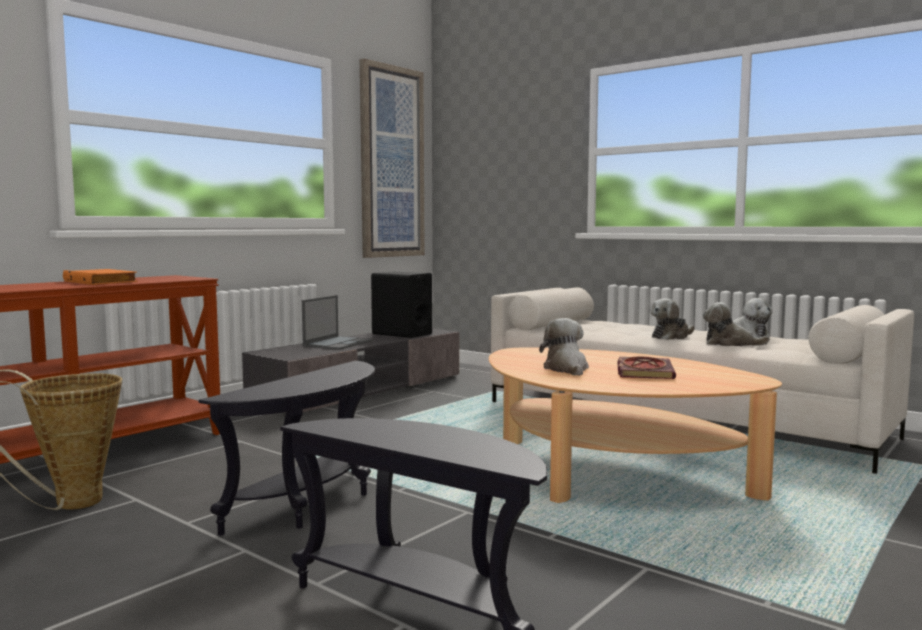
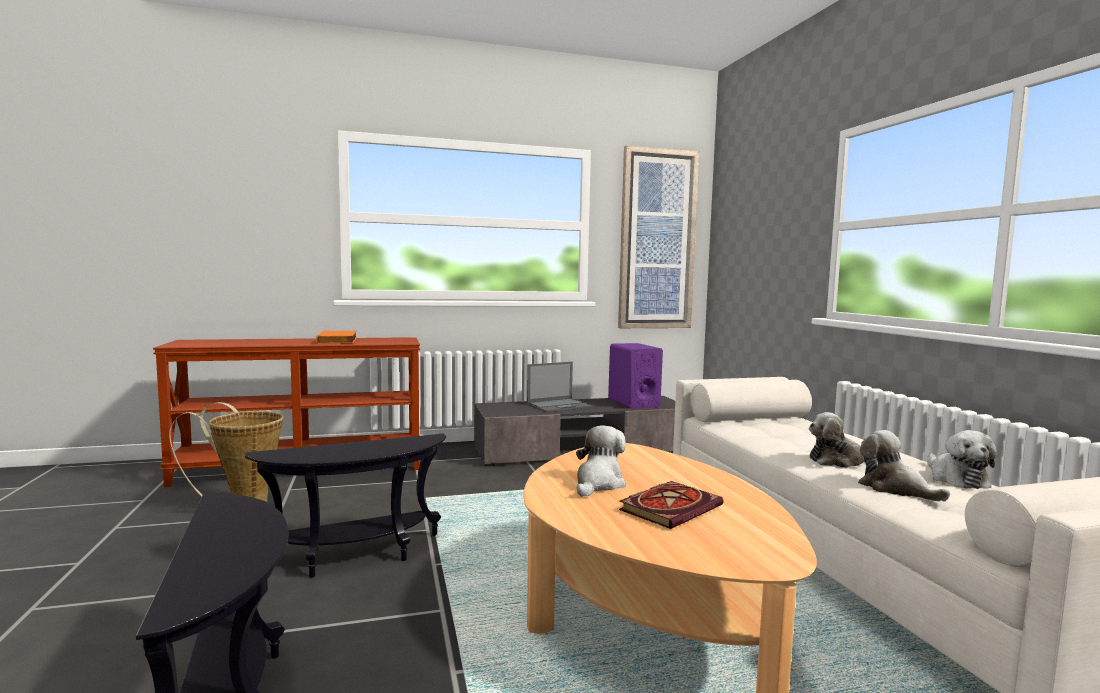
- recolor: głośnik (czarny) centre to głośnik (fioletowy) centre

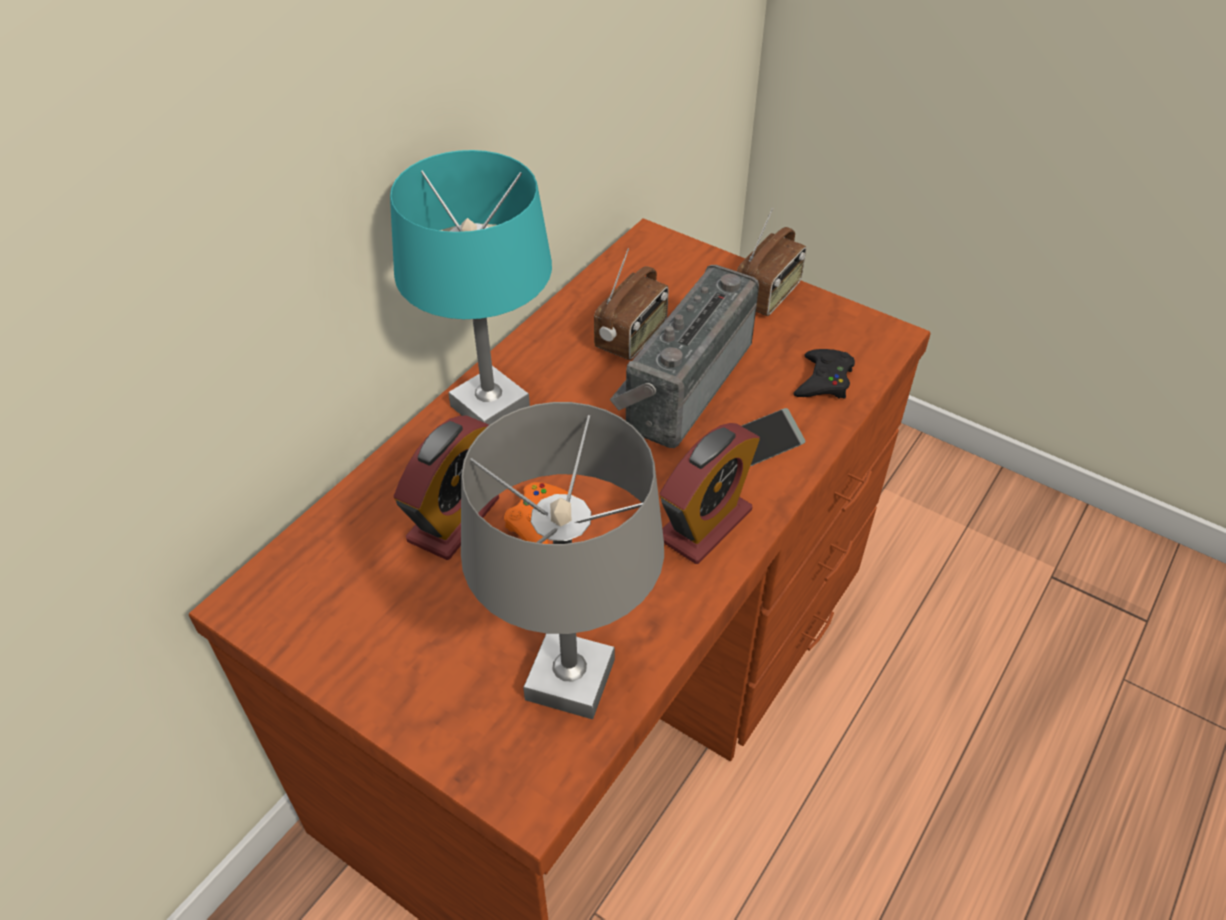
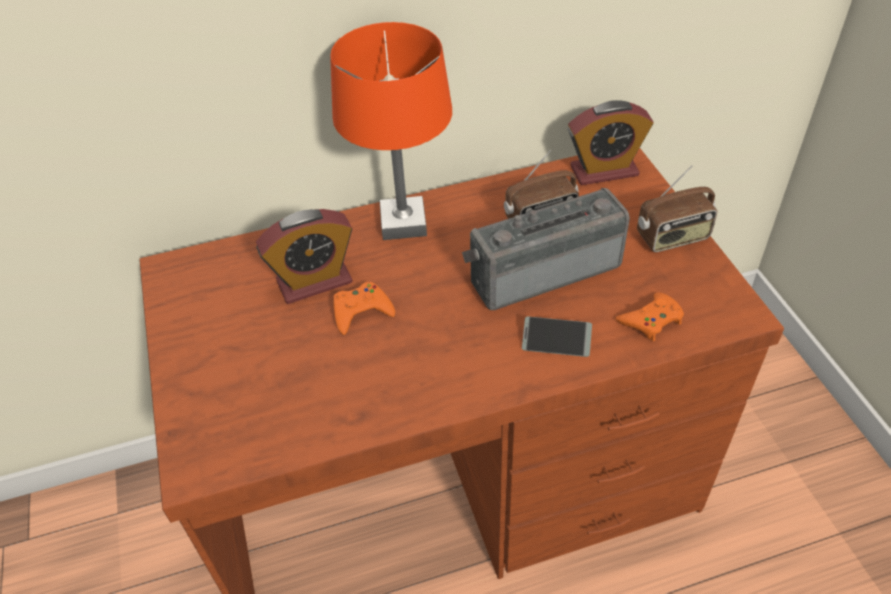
- recolor: lampa stołowa (turkusowy) top centre to lampa stołowa (pomarańczowy) top centre
- recolor: pad do gier (czarny) middle right to pad do gier (pomarańczowy) (2nd from left) middle right
- delete: lampa stołowa (szary) centre
- move: budzik (2nd from left) centre to top right

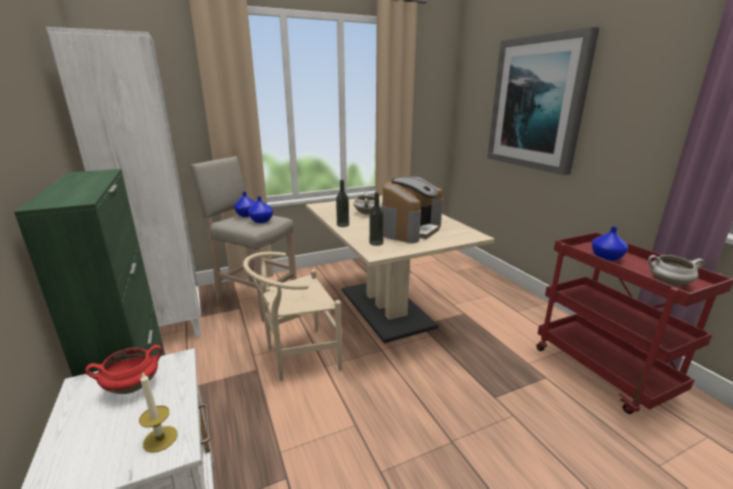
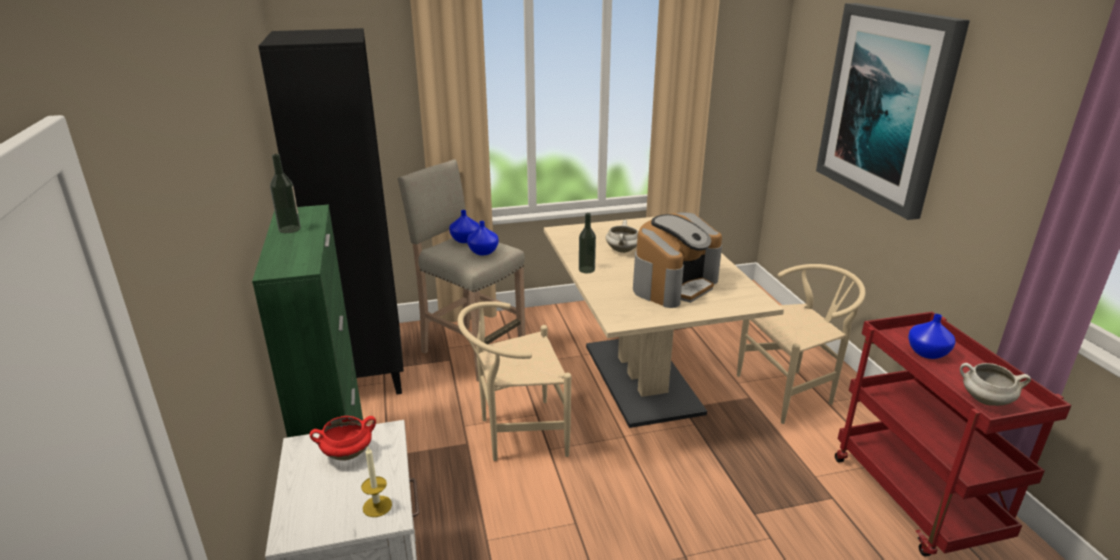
- recolor: regał (biały) middle left to regał (czarny) middle left
- move: butelka (2nd from left in the first image) centre to butelka (1st from left) middle left
- insert: krzesło (beżowy) (2nd from left) middle right

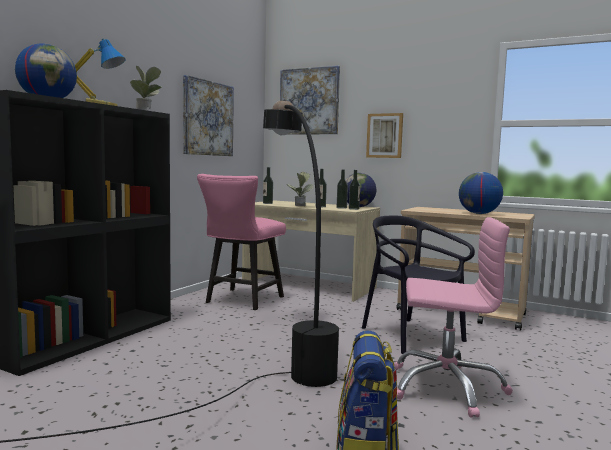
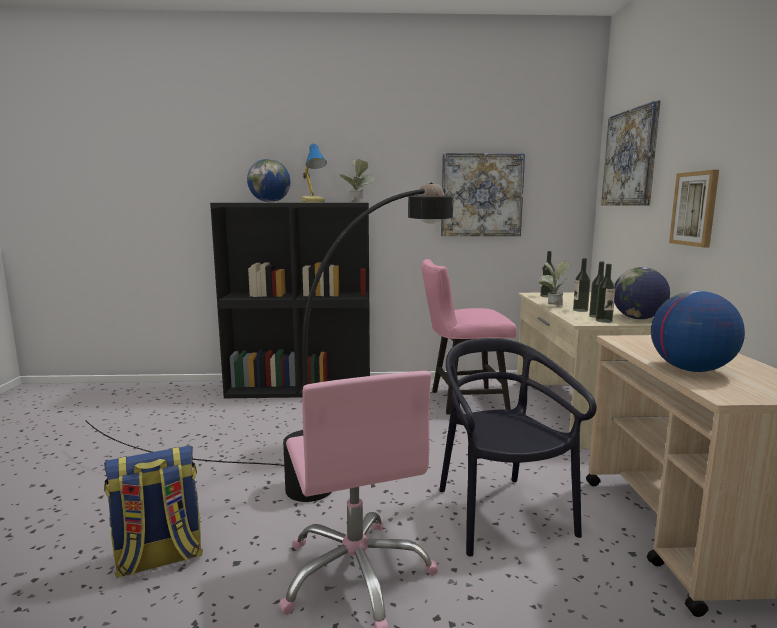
- rotate: krzesło (czarny) middle right = bottom right 45 degrees counterclockwise

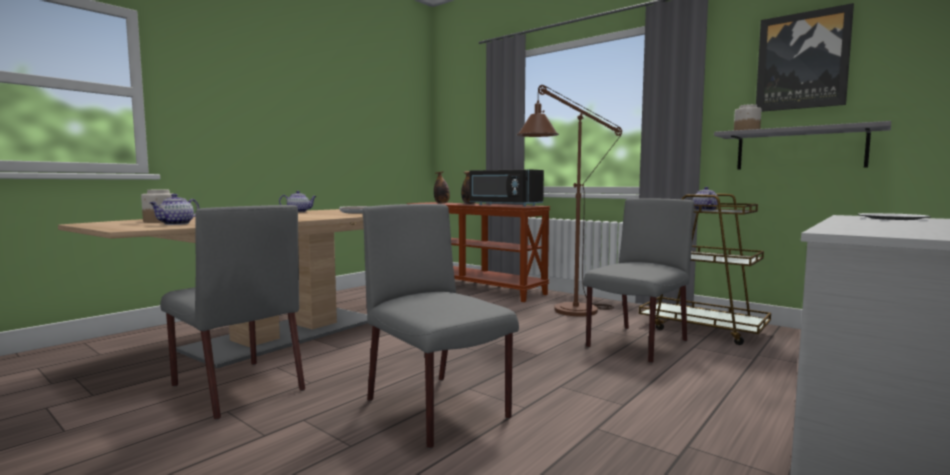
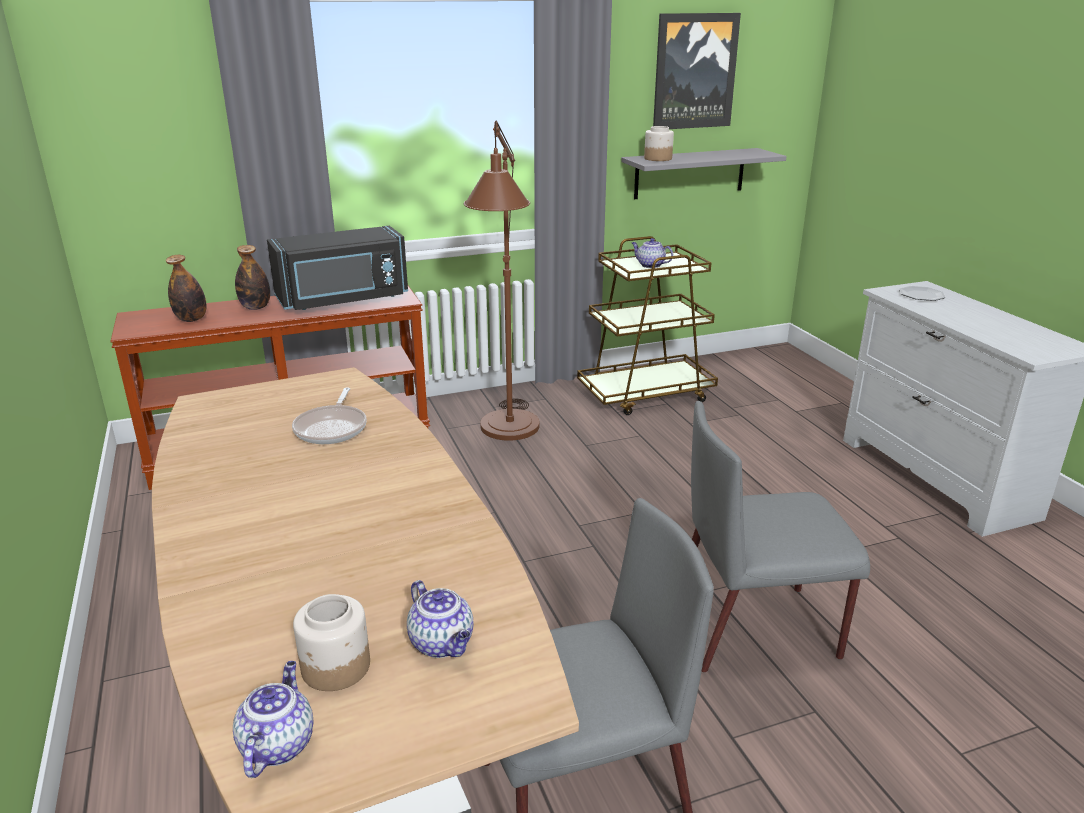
- move: imbryk (2nd from left in the first image) middle left to imbryk (1st from left) bottom left
- delete: krzesło (szary) (3rd from left) middle right

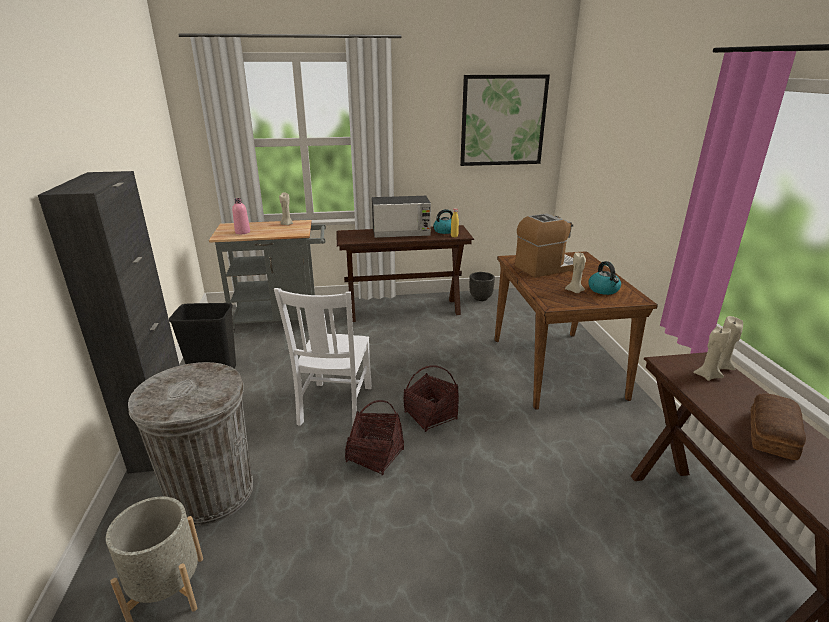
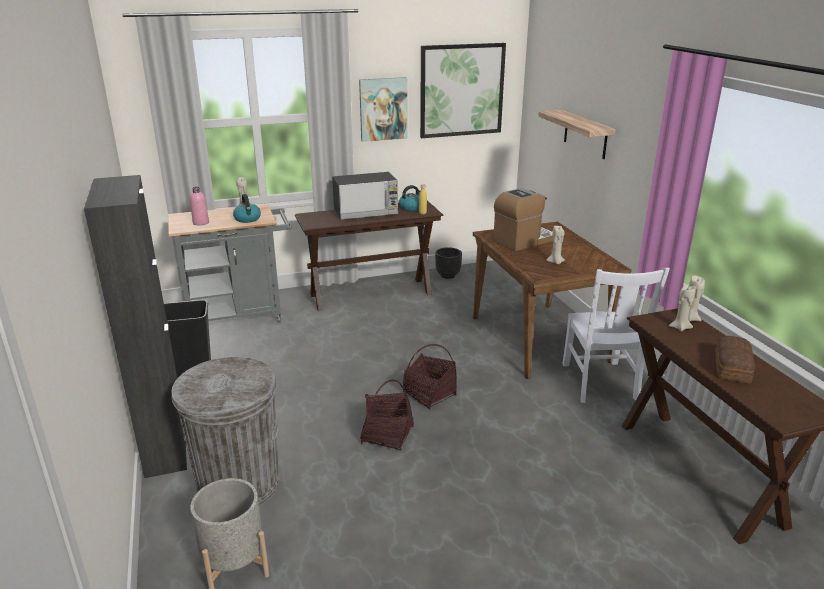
- move: czajnik (2nd from left in the first image) middle right to czajnik (1st from left) middle left
- move: krzesło (biały) centre to middle right
- insert: obraz (1st from left) top centre
- insert: półka top right

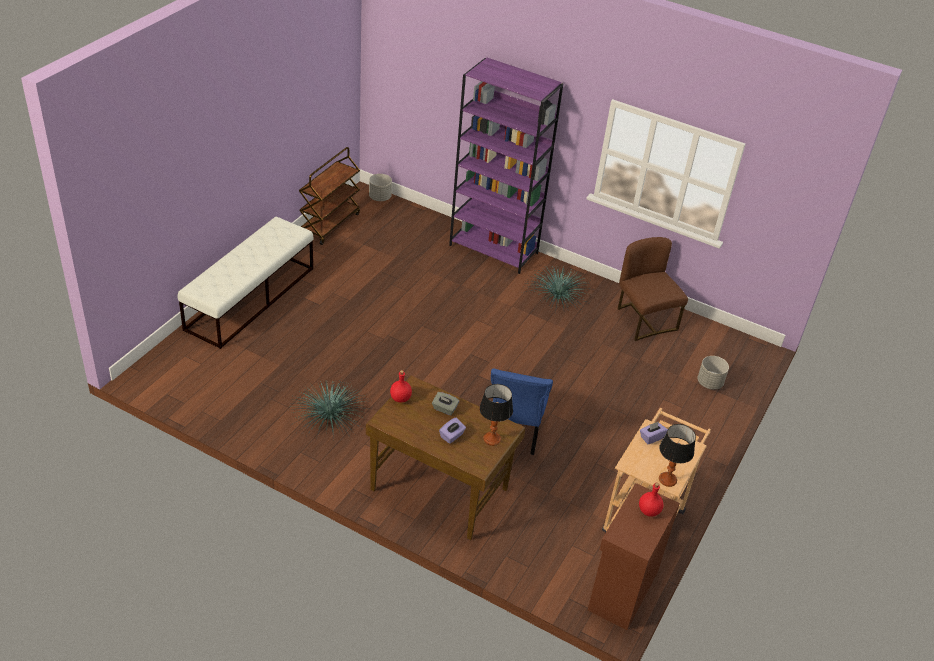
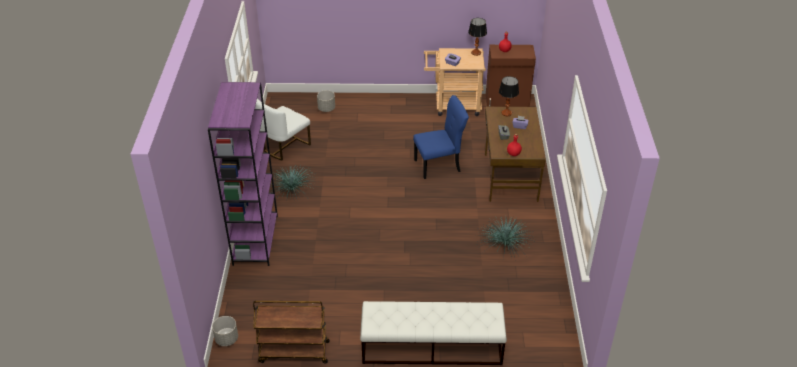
- recolor: krzesło (brązowy) middle right to krzesło (biały) centre

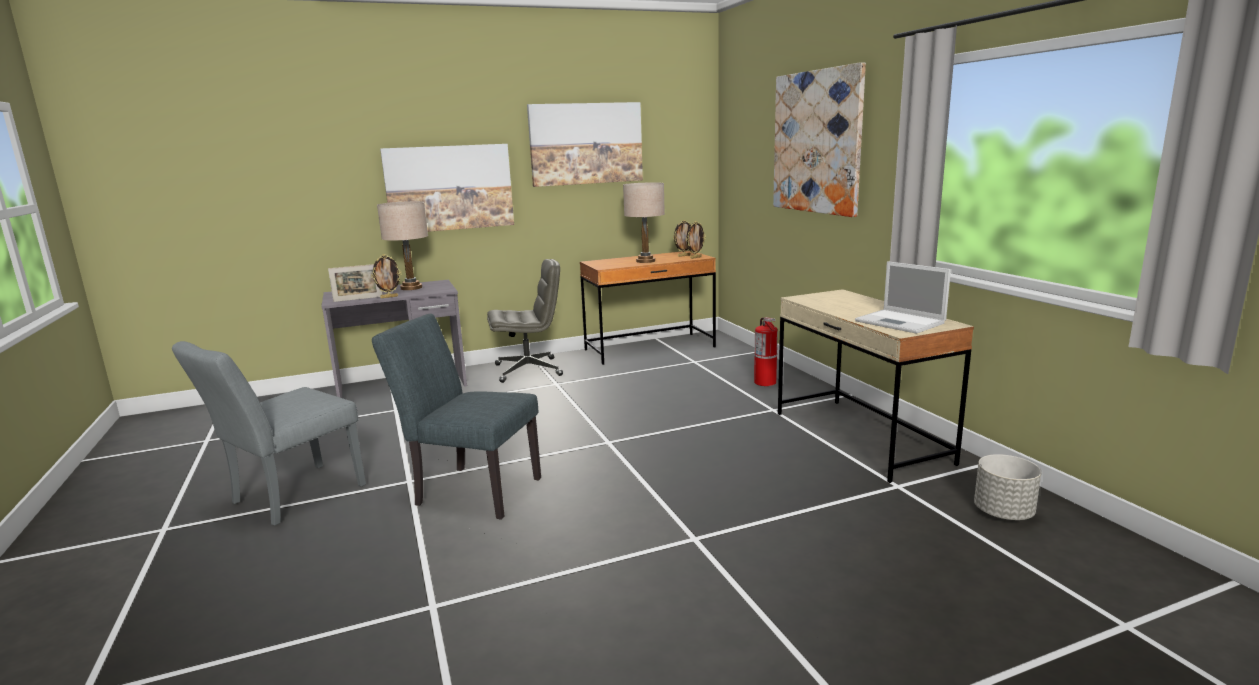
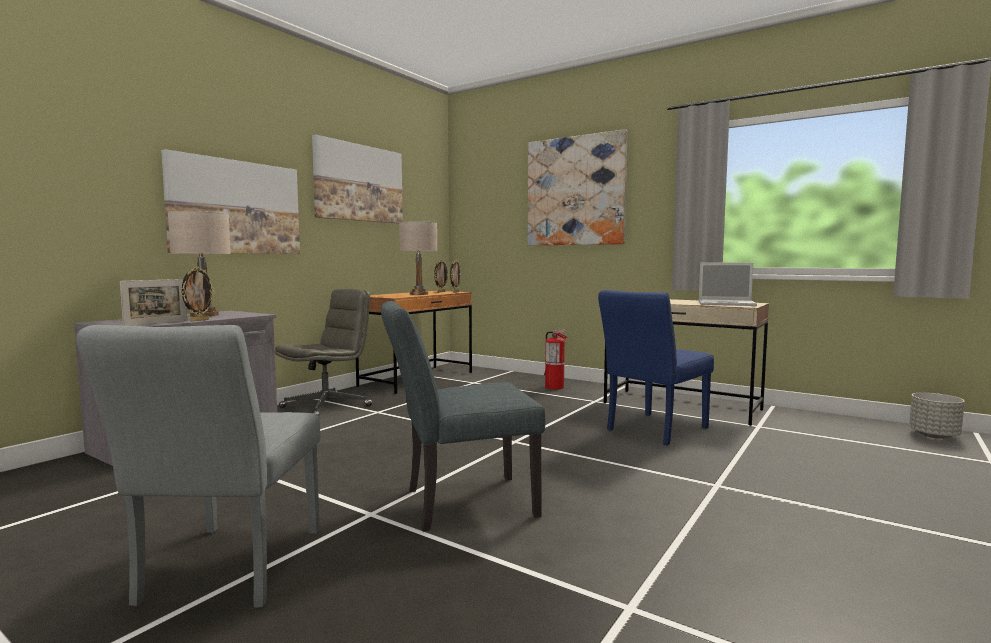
- move: donica (szary) bottom right to middle right
- insert: krzesło (niebieski) centre

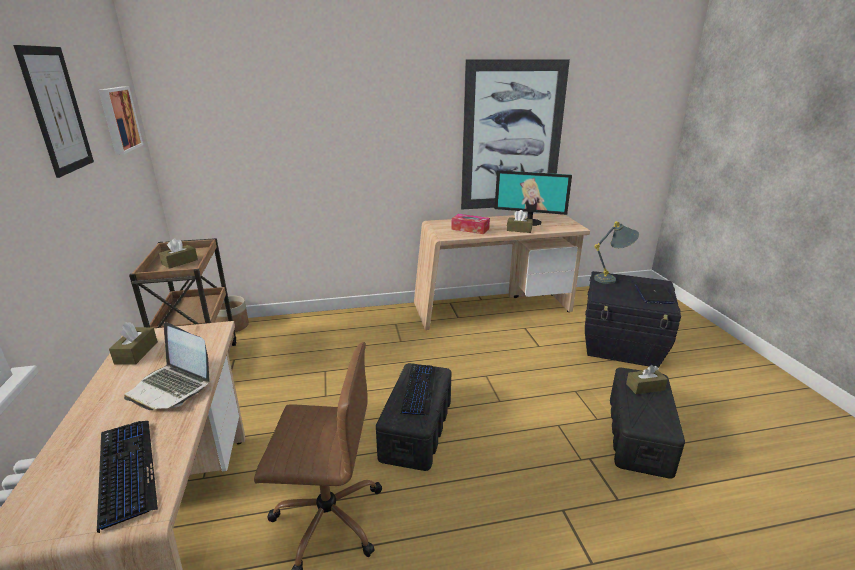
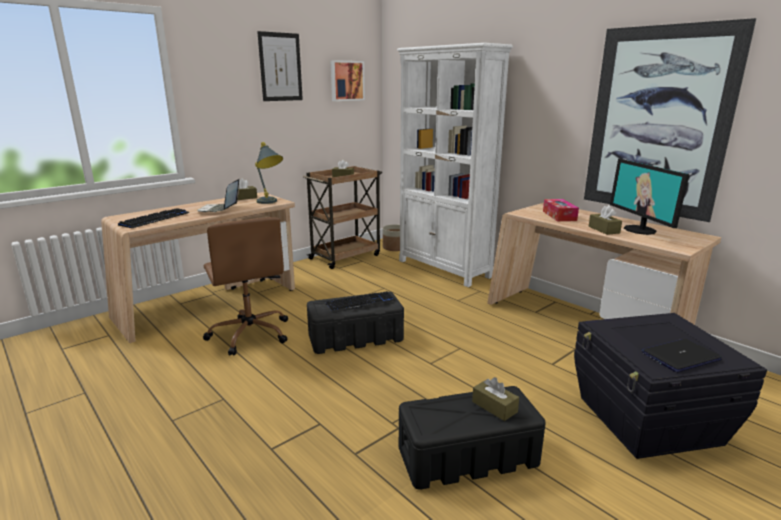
- move: lampa stołowa (szary) middle right to top centre
- insert: regał (biały) top centre

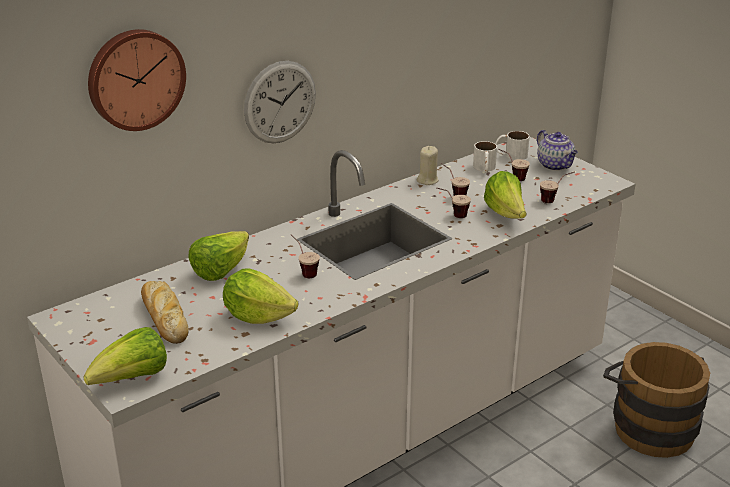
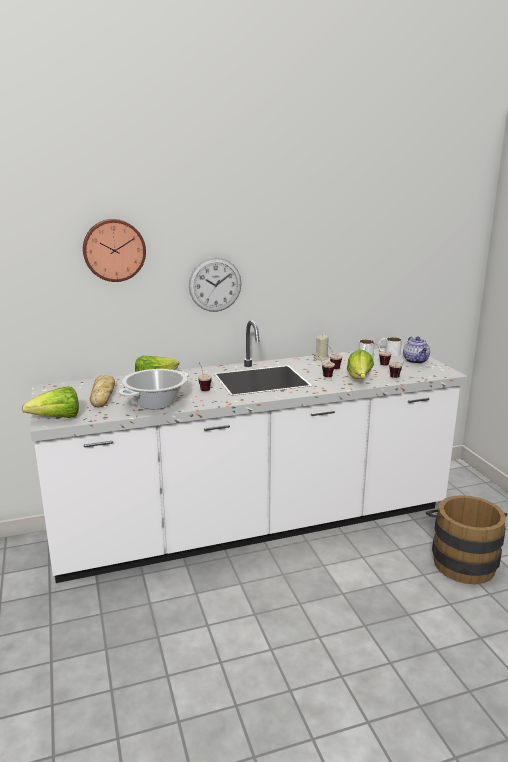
- replace: sałata (3rd from left) centre to garnek middle left

